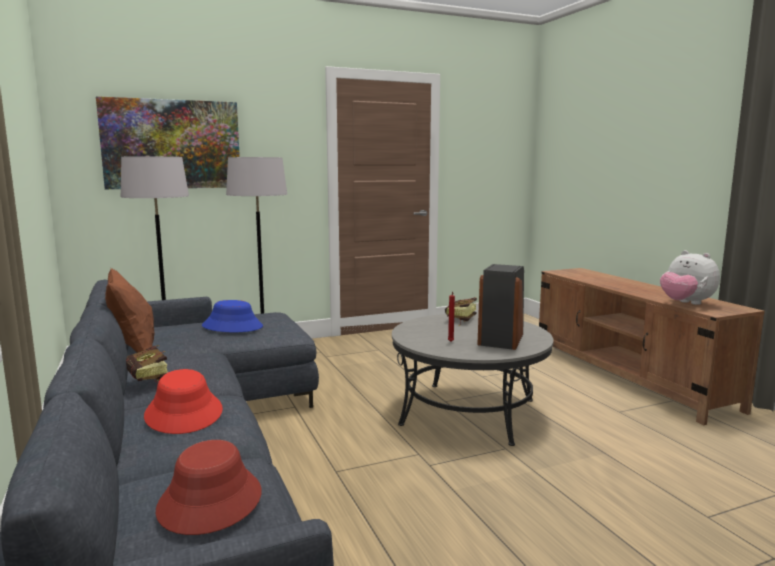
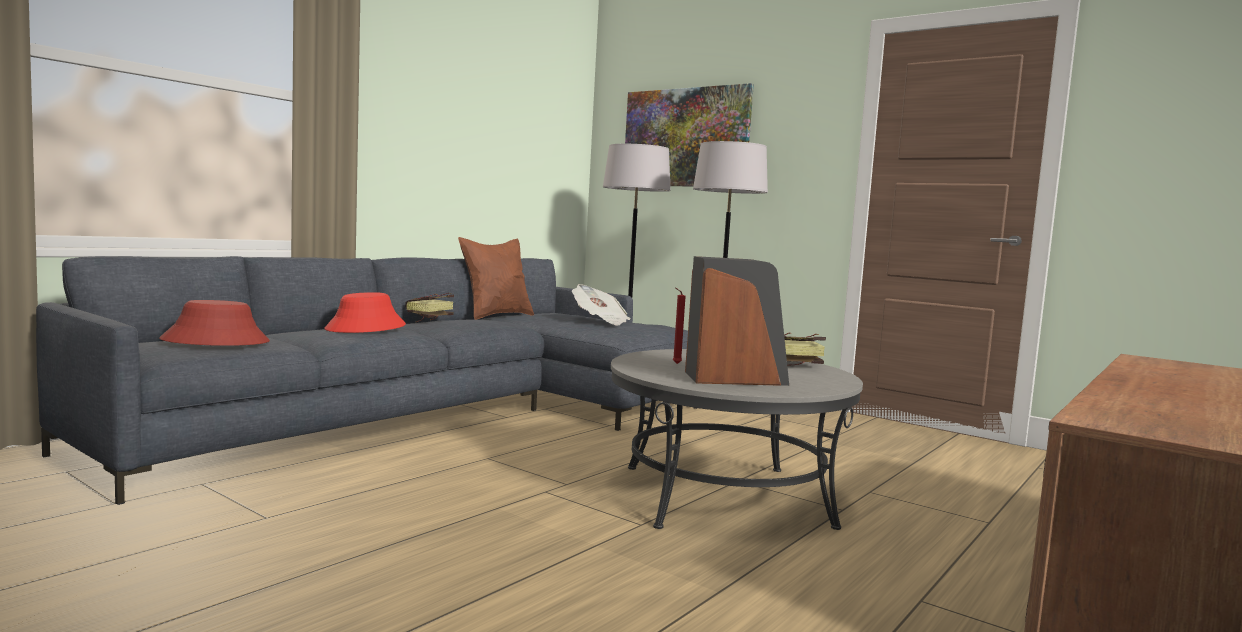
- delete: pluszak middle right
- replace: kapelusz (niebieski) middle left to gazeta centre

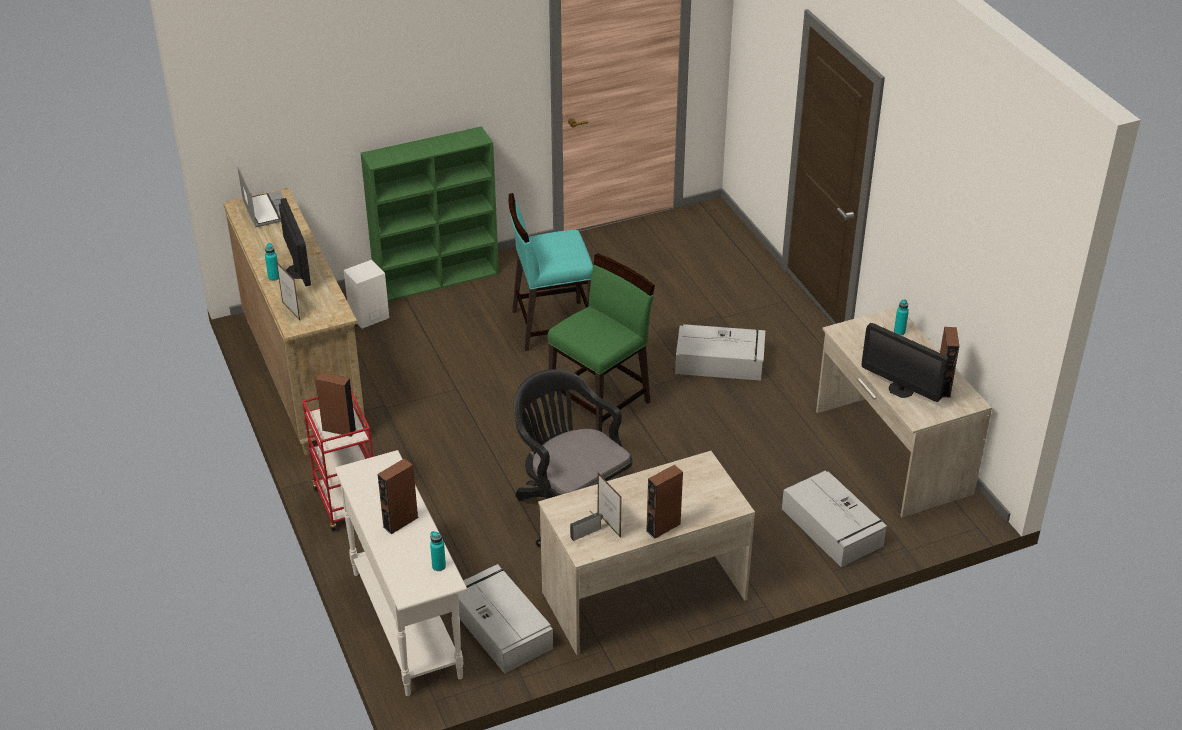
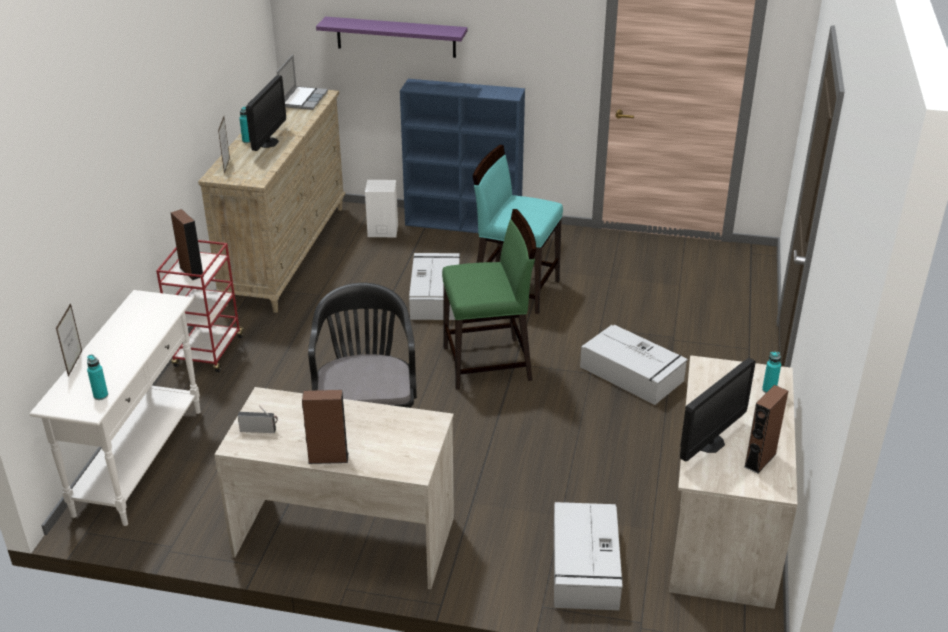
- recolor: regał (zielony) top centre to regał (niebieski) top centre
- rotate: monitor (2nd from left) middle right = middle right 120 degrees counterclockwise
- delete: głośnik (brązowy) (2nd from left) bottom centre
- move: ramka na zdjęcie (2nd from left in the first image) bottom centre to ramka na zdjęcie (1st from left) middle left
- move: pojemnik do przechowywania (szary) (1st from left) bottom centre to centre
- insert: półka (fioletowy) top centre

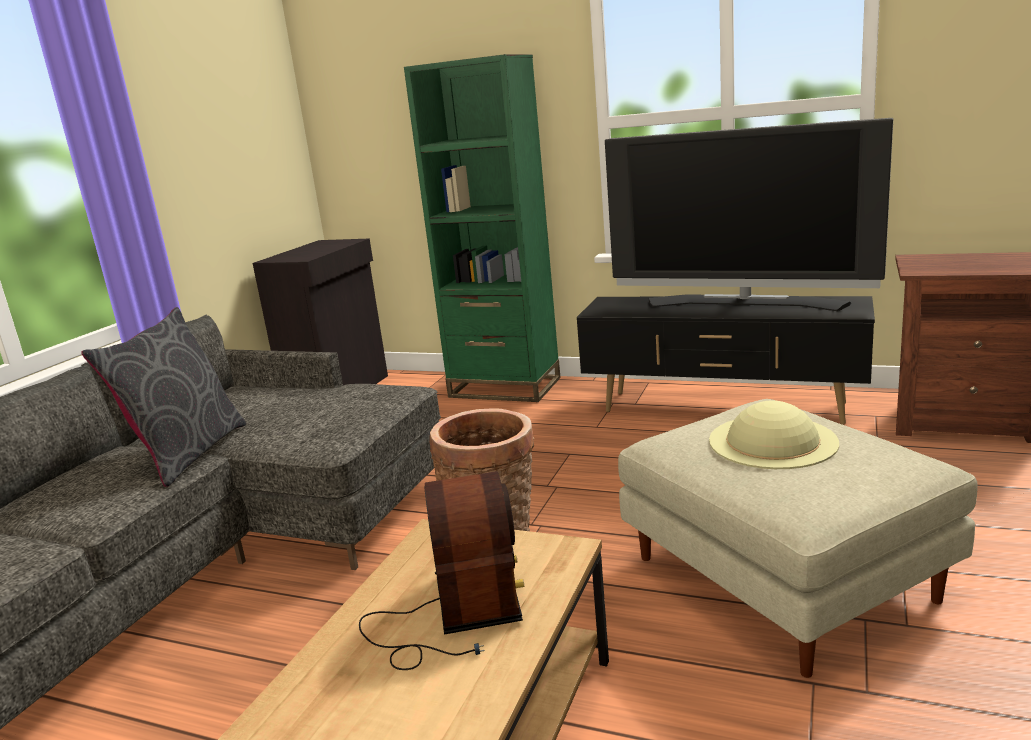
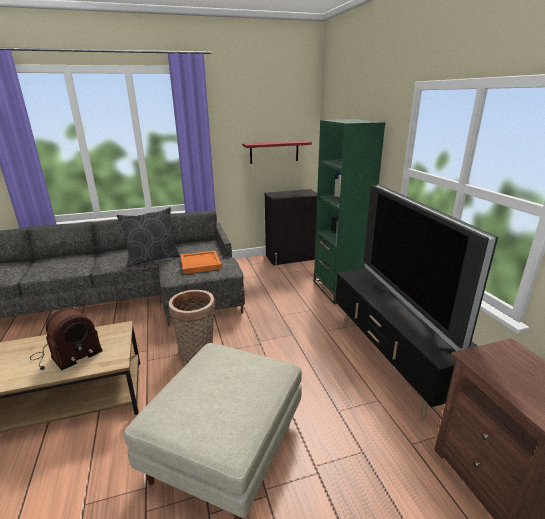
- delete: kapelusz (beżowy) middle right
- insert: półka (czerwony) top centre
- insert: taca (pomarańczowy) centre

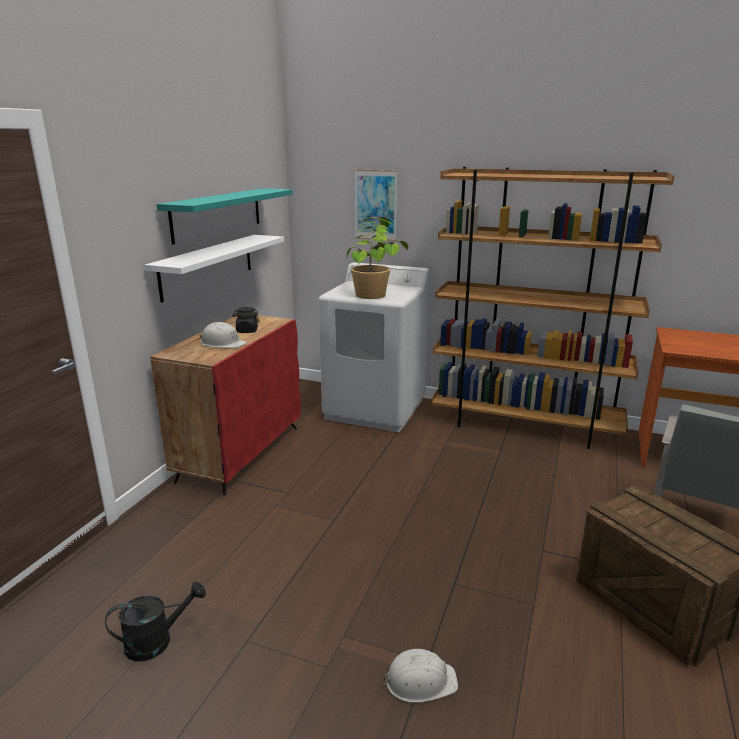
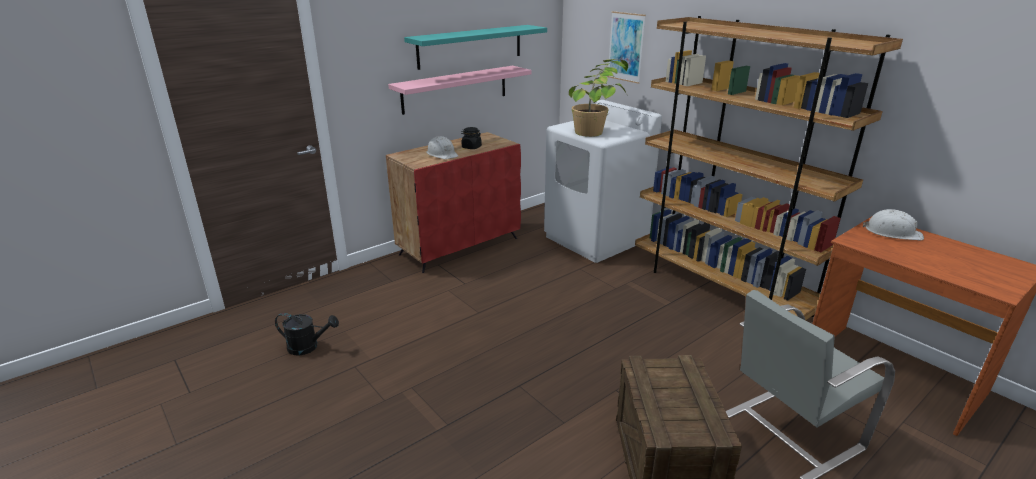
- recolor: półka (biały) middle left to półka (różowy) top centre
- move: kask (biały) (2nd from left) bottom centre to middle right

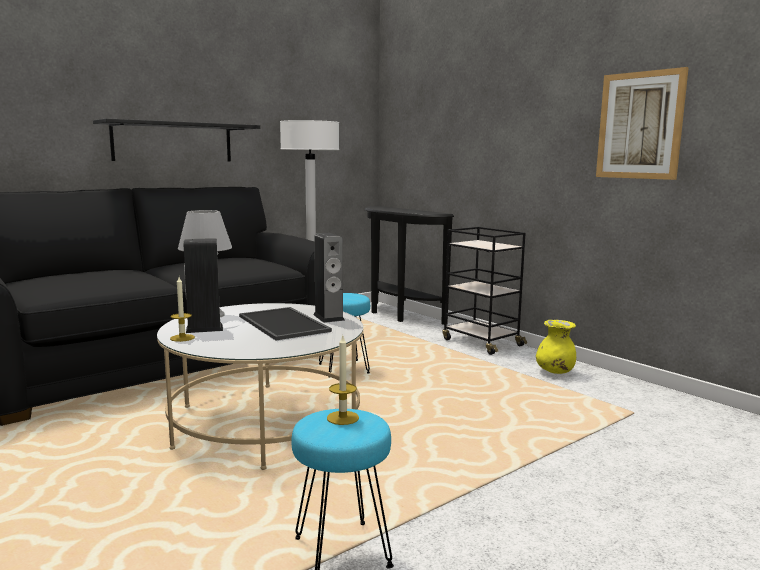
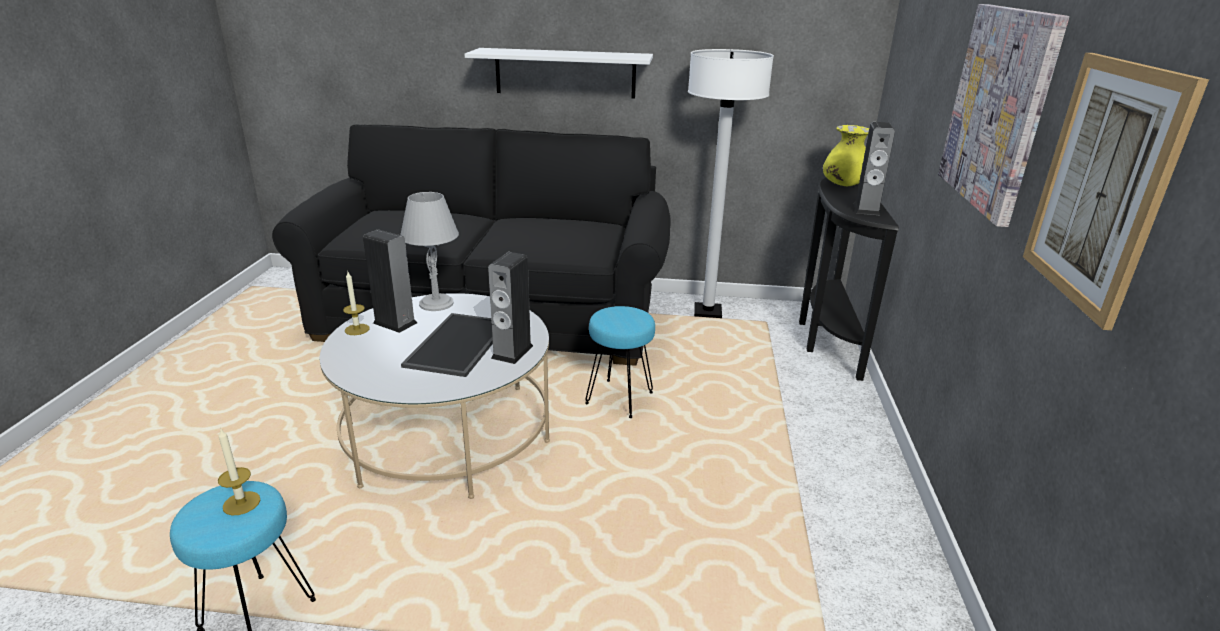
- recolor: półka (czarny) top left to półka (biały) top centre
- delete: wózek (czarny) centre
- move: wazon (żółty) middle right to top right
- insert: obraz (1st from left) top right
- insert: głośnik (3rd from left) top right

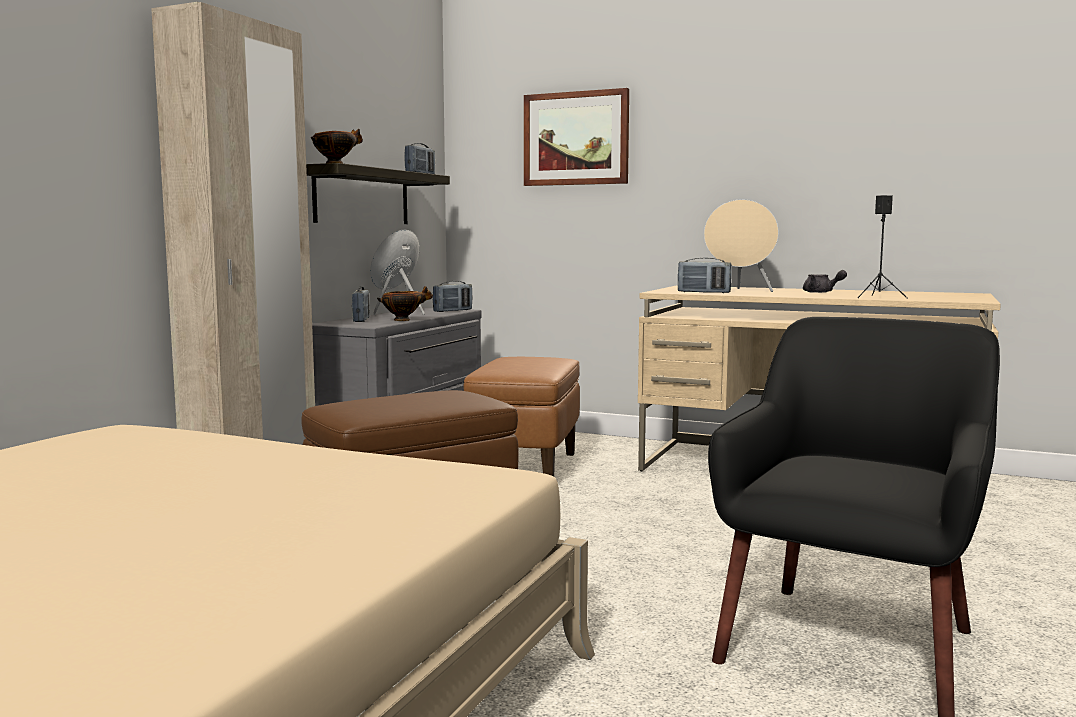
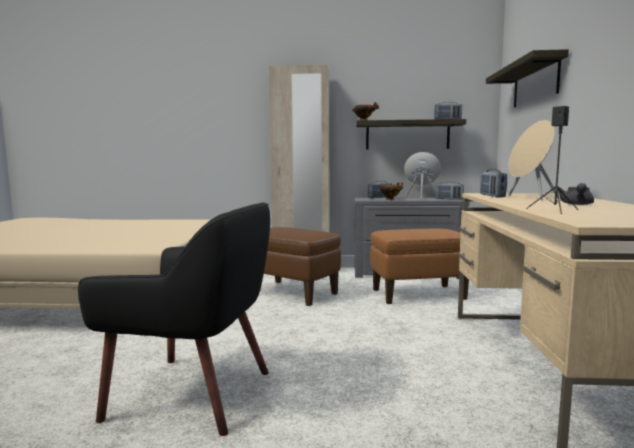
- replace: obraz top centre to półka (2nd from left) top right

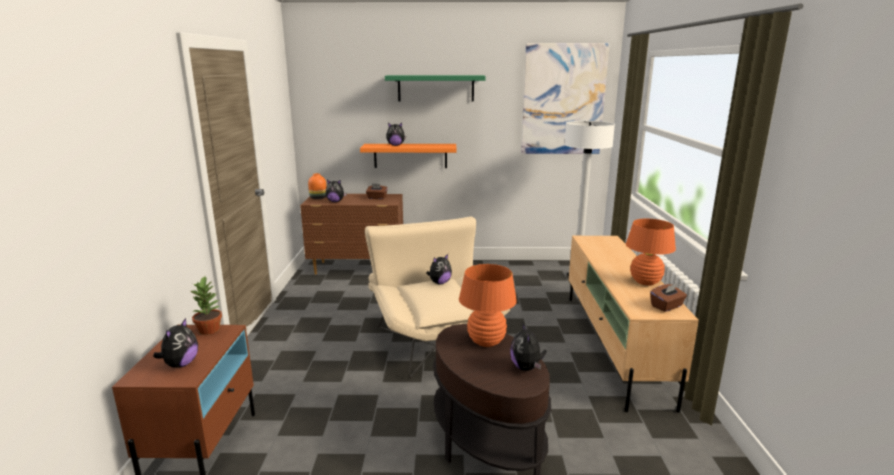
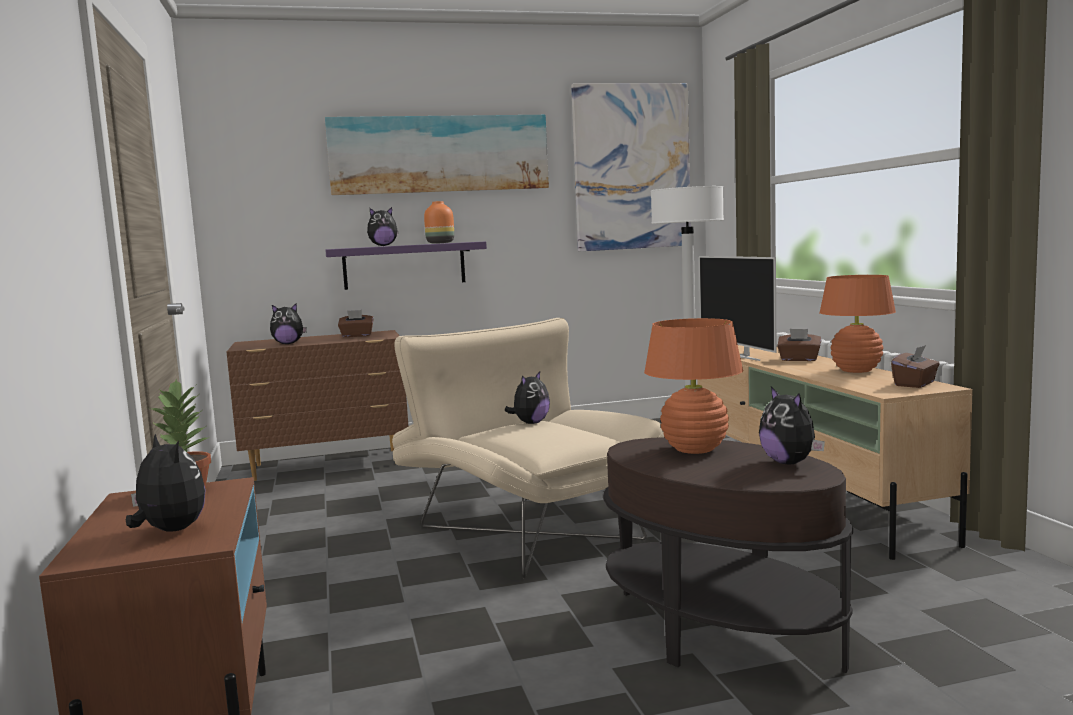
- replace: półka (zielony) top centre to obraz (1st from left) top centre
- recolor: półka (pomarańczowy) top centre to półka (fioletowy) centre
- move: wazon (pomarańczowy) centre to top centre
- rotate: pluszak (1st from left) bottom left = bottom left 45 degrees counterclockwise
- insert: telewizor middle right
- insert: pudełko chusteczek (brązowy) (2nd from left) middle right

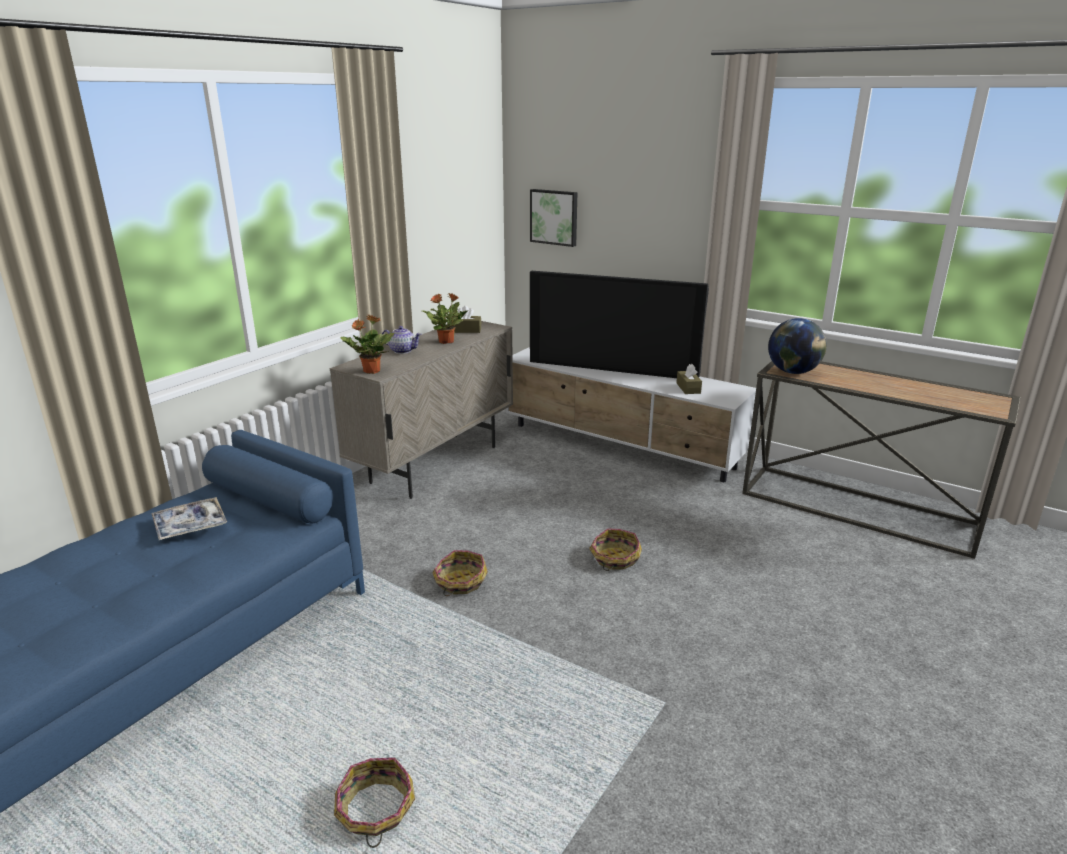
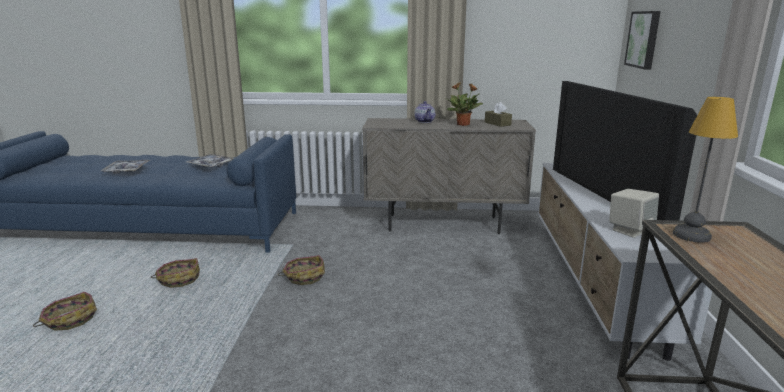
- delete: roślina doniczkowa (1st from left) centre
- replace: globus middle right to lampa stołowa middle right
- replace: pudełko chusteczek (brązowy) (2nd from left) centre to głośnik (beżowy) middle right
- move: koszyk (3rd from left in the first image) centre to koszyk (2nd from left) bottom left
- insert: taca (1st from left) middle left

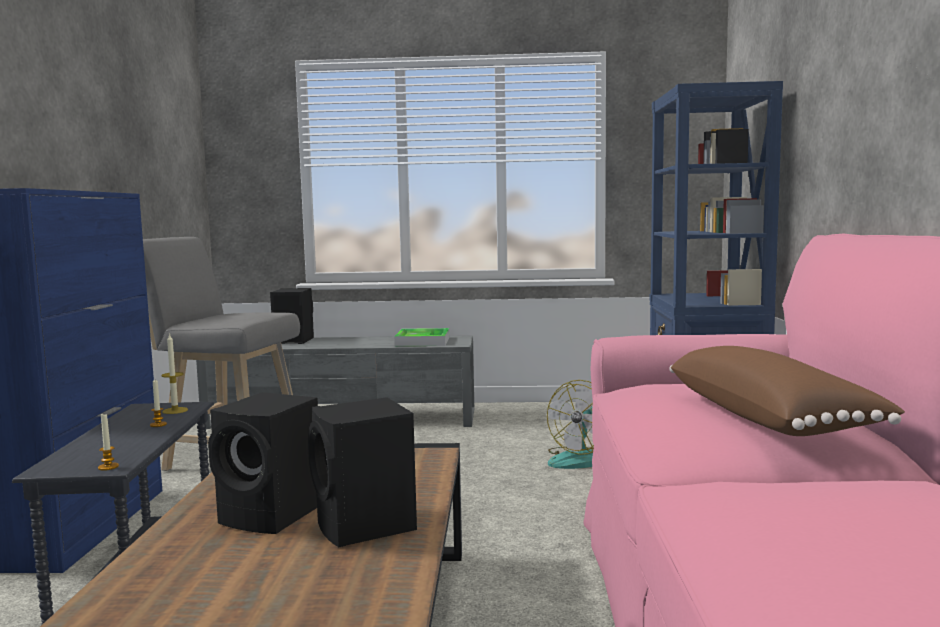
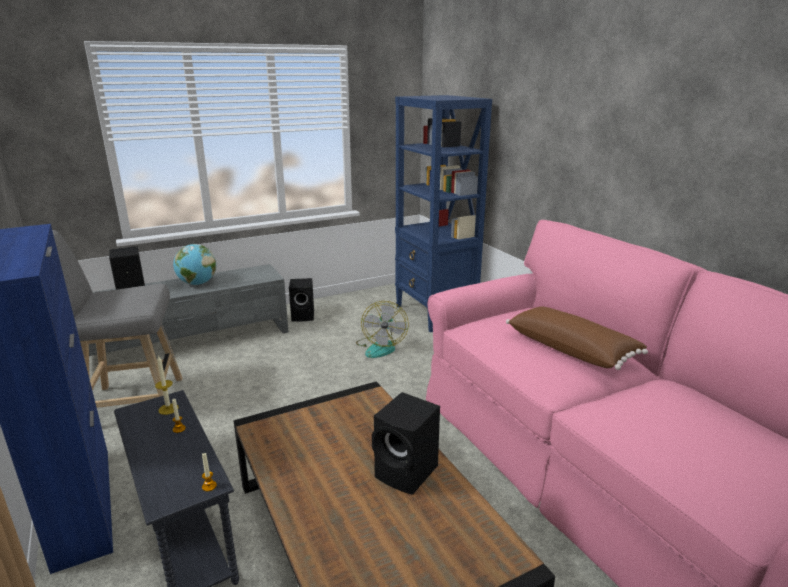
- delete: taca centre
- move: głośnik (czarny) (1st from left in the first image) bottom left to głośnik (czarny) (2nd from left) centre
- insert: globus middle left

